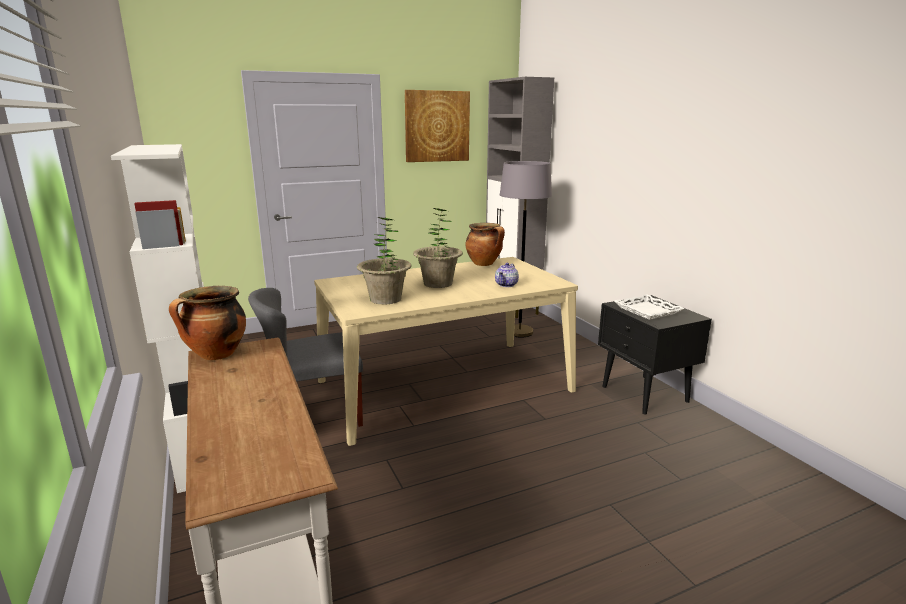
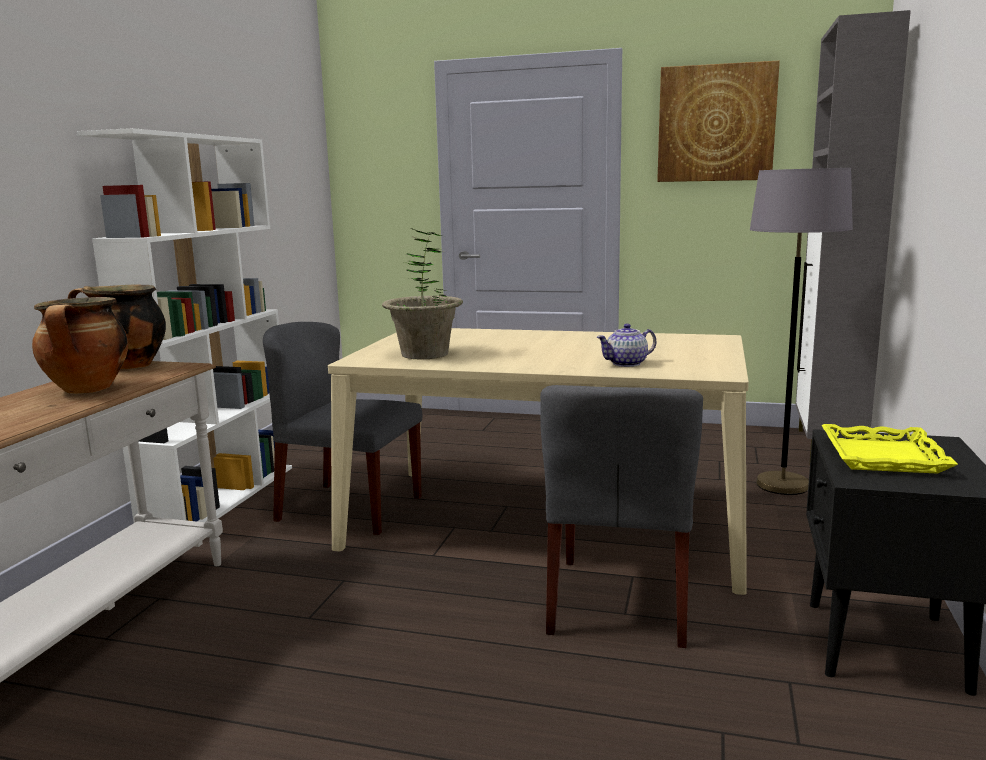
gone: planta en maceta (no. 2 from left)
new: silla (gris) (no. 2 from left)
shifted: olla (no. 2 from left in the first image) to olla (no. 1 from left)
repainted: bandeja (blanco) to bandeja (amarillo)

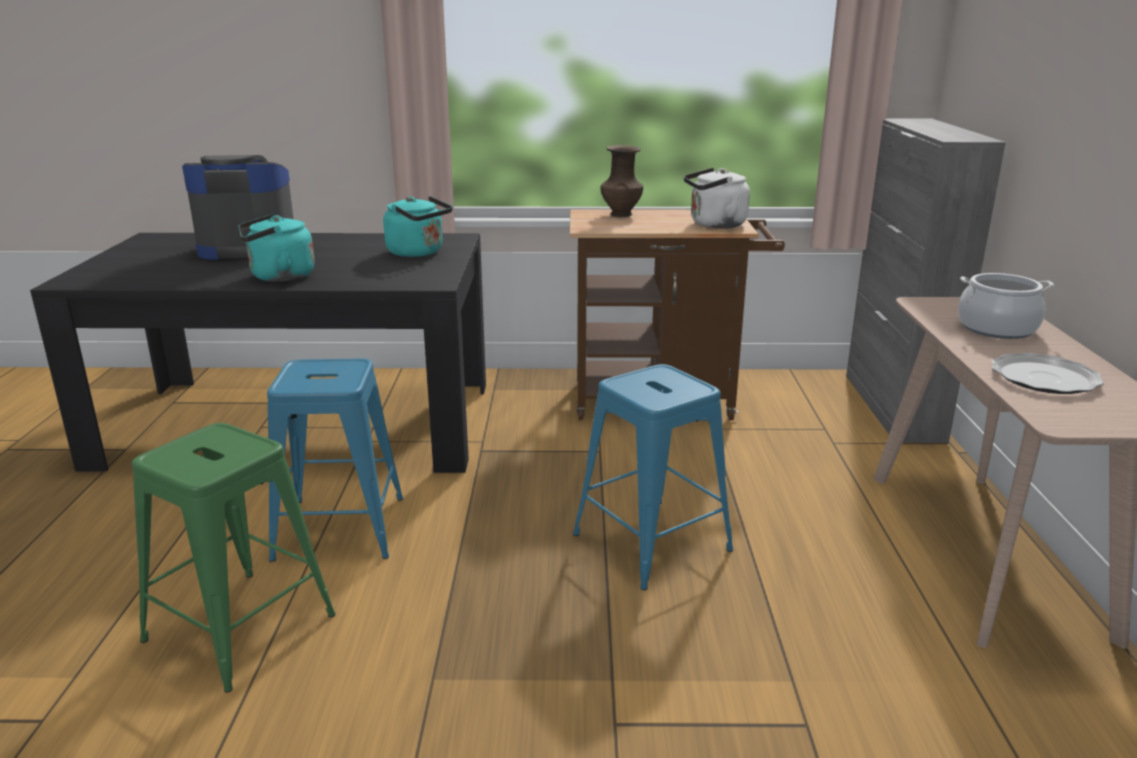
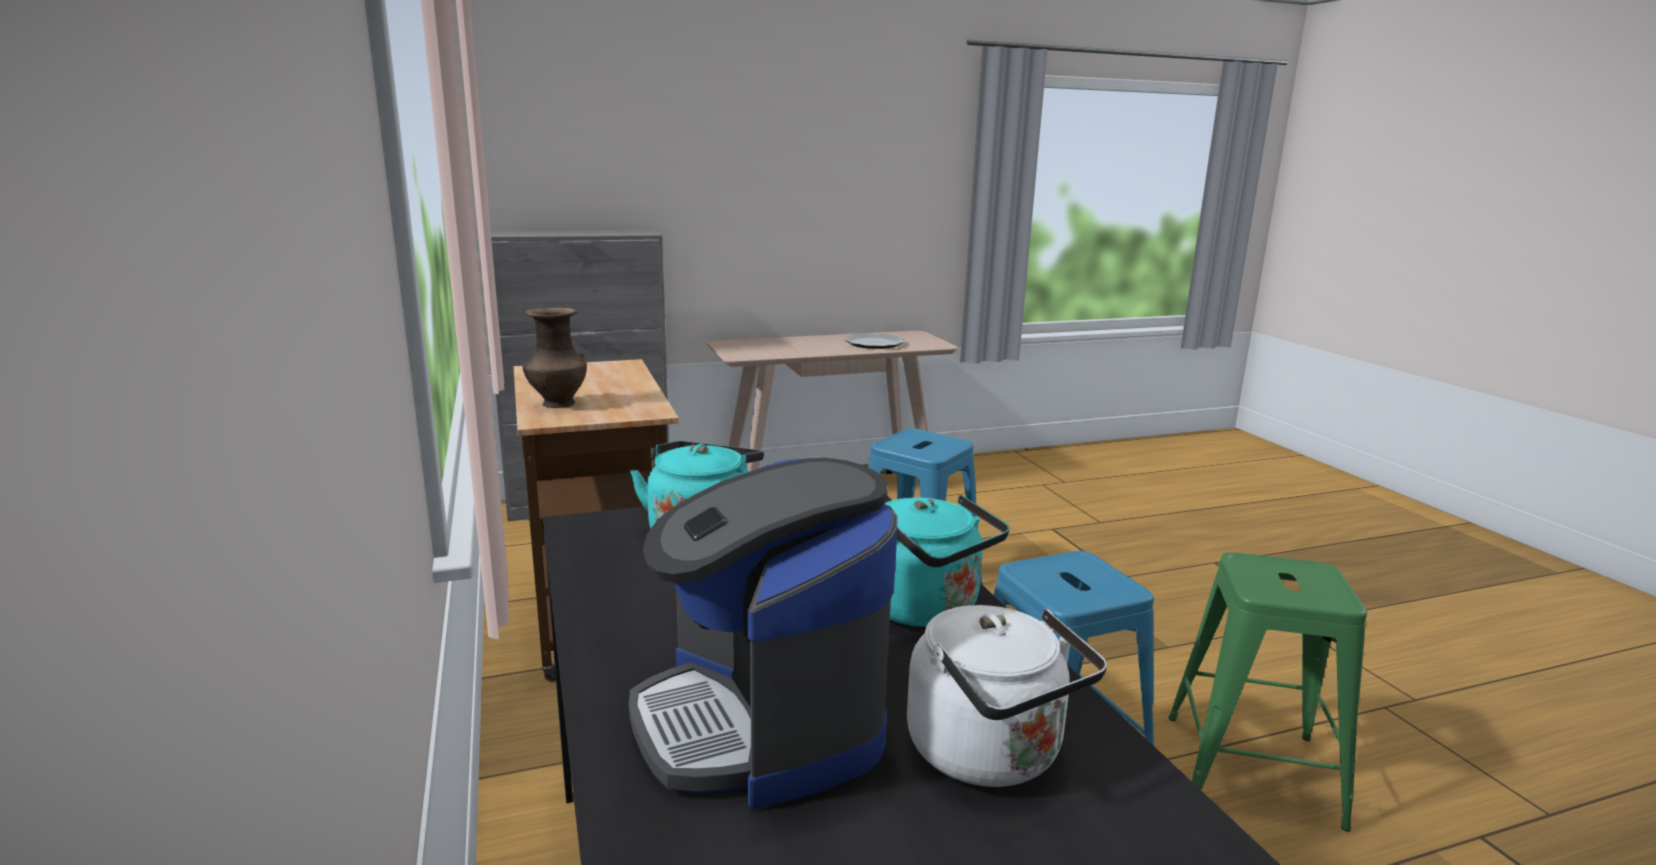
gone: olla
shifted: hervidor (blanco)

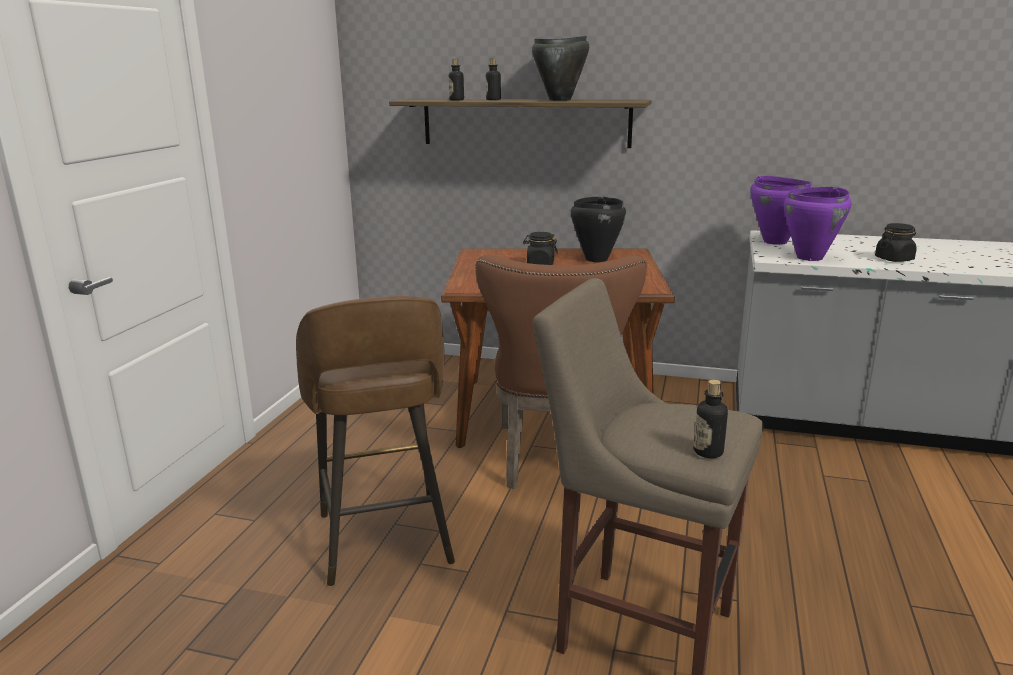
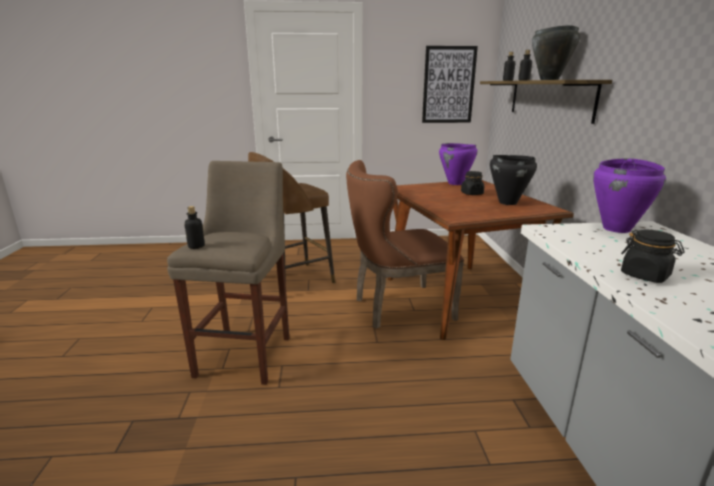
new: cuadro
shifted: olla (morado) (no. 2 from left in the first image) to olla (morado) (no. 1 from left)

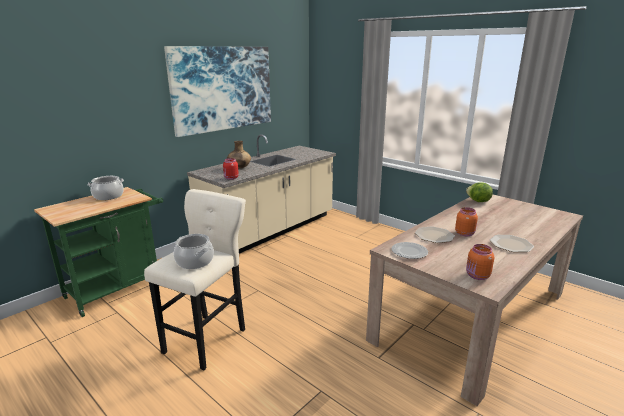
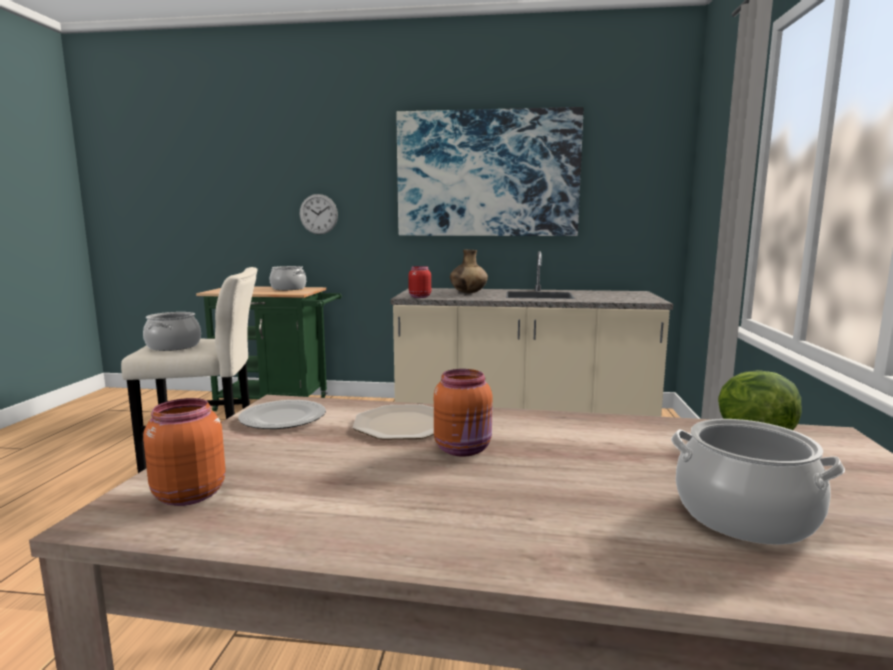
gone: plato (no. 3 from left)
new: reloj de pared; olla (no. 3 from left)

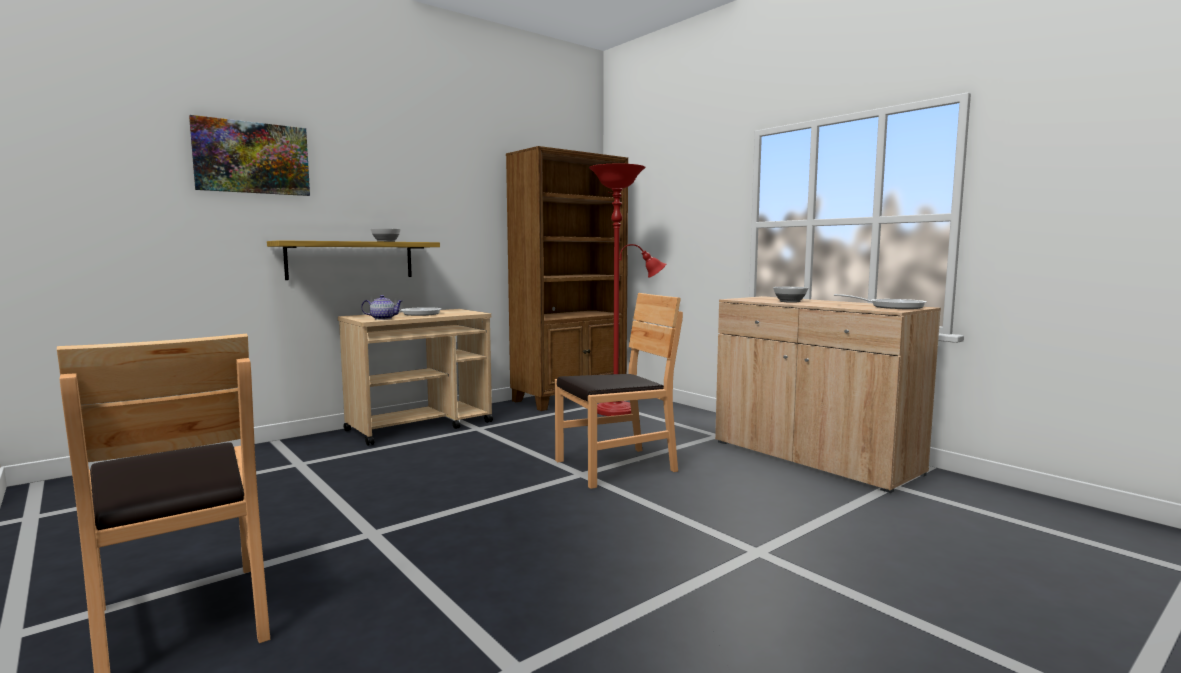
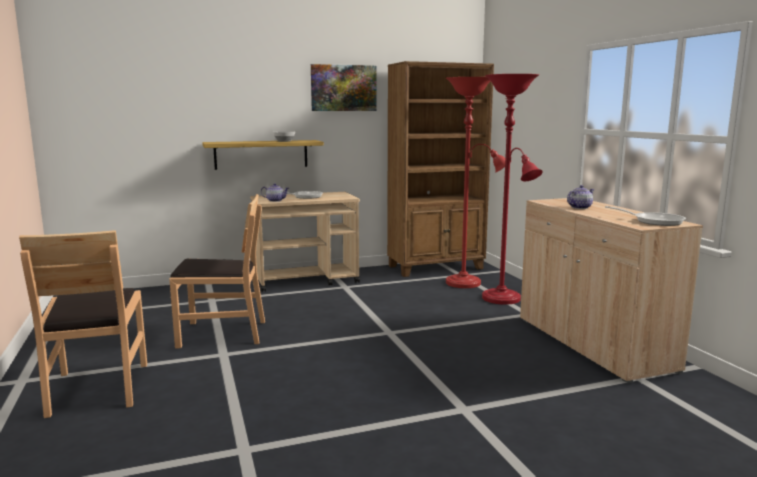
new: lámpara de pie (rojo) (no. 2 from left)
shifted: cuadro; silla (marrón) (no. 2 from left)
swapped: cuenco (no. 2 from left) to tetera (no. 2 from left)

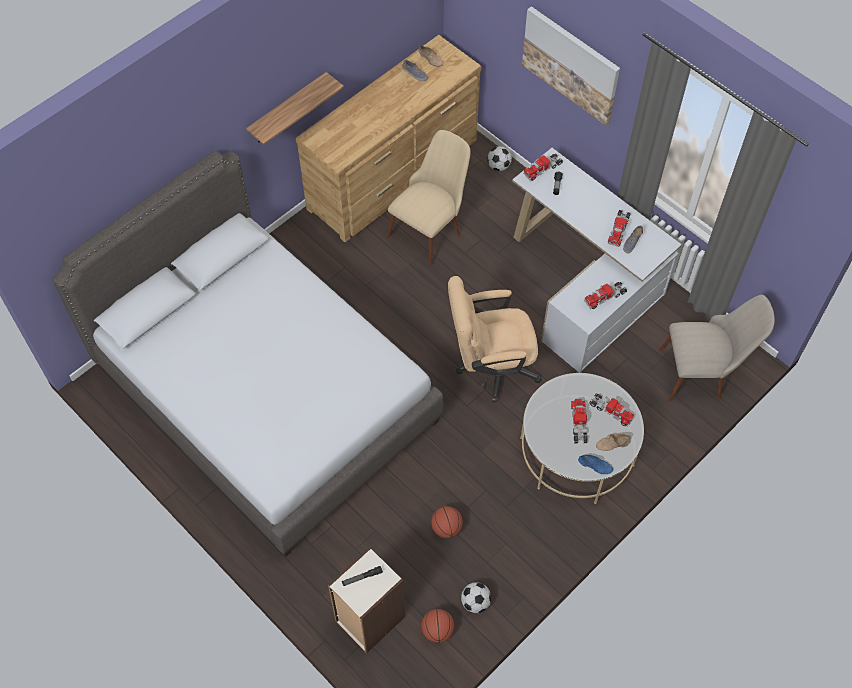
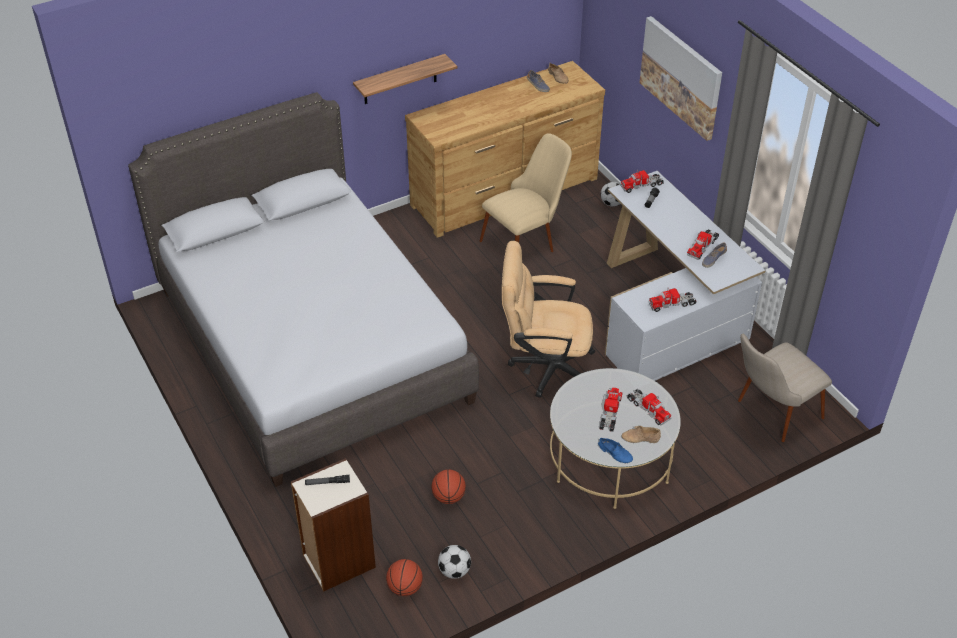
rotated: silla (beis) (no. 2 from left) 135 degrees clockwise

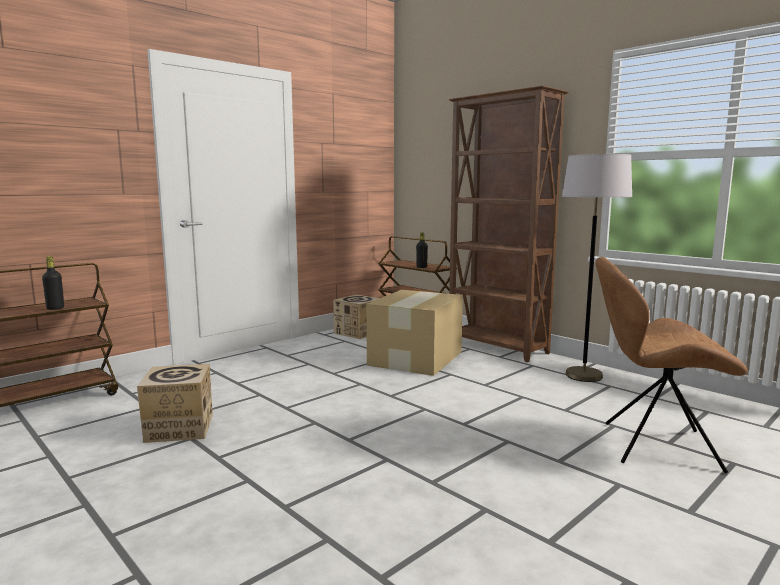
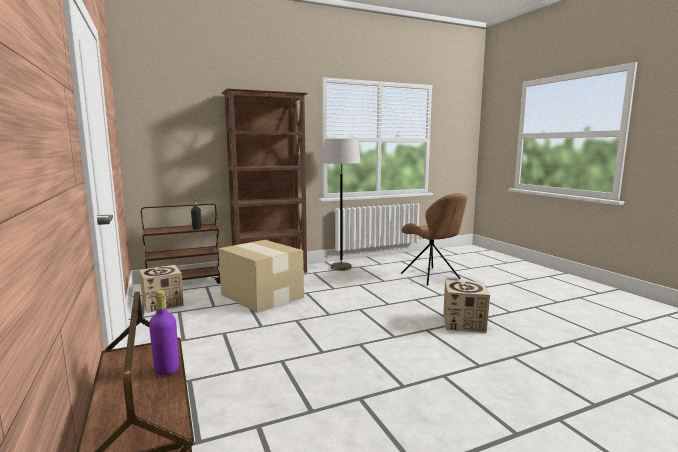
shifted: caja de cartón (no. 1 from left in the first image) to caja de cartón (no. 3 from left)
repainted: botella (negro) (no. 1 from left) to botella (morado)
rotated: silla (marrón) 60 degrees counterclockwise

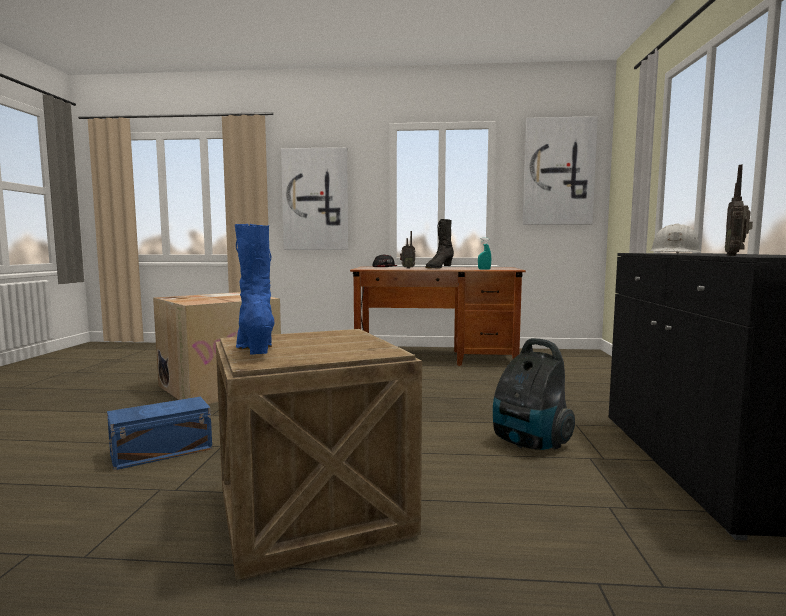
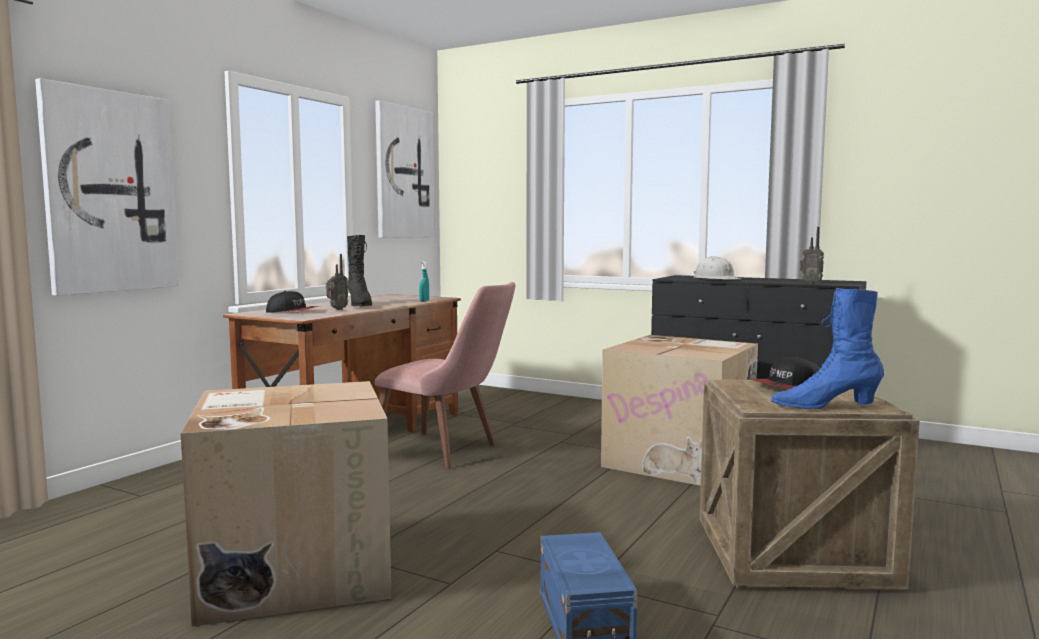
new: silla (rosa); gorra (no. 2 from left)
swapped: aspiradora to caja de cartón (no. 2 from left)

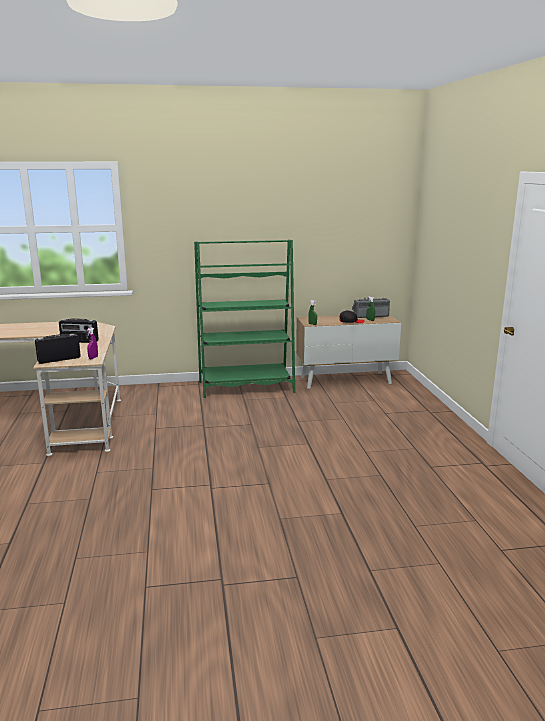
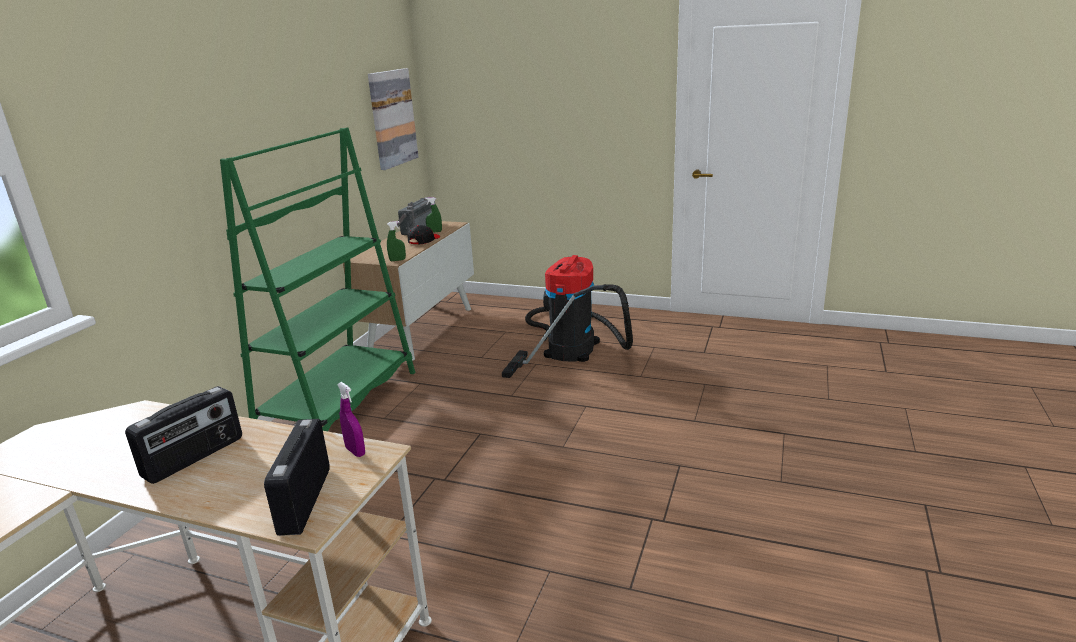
new: cuadro; aspiradora

